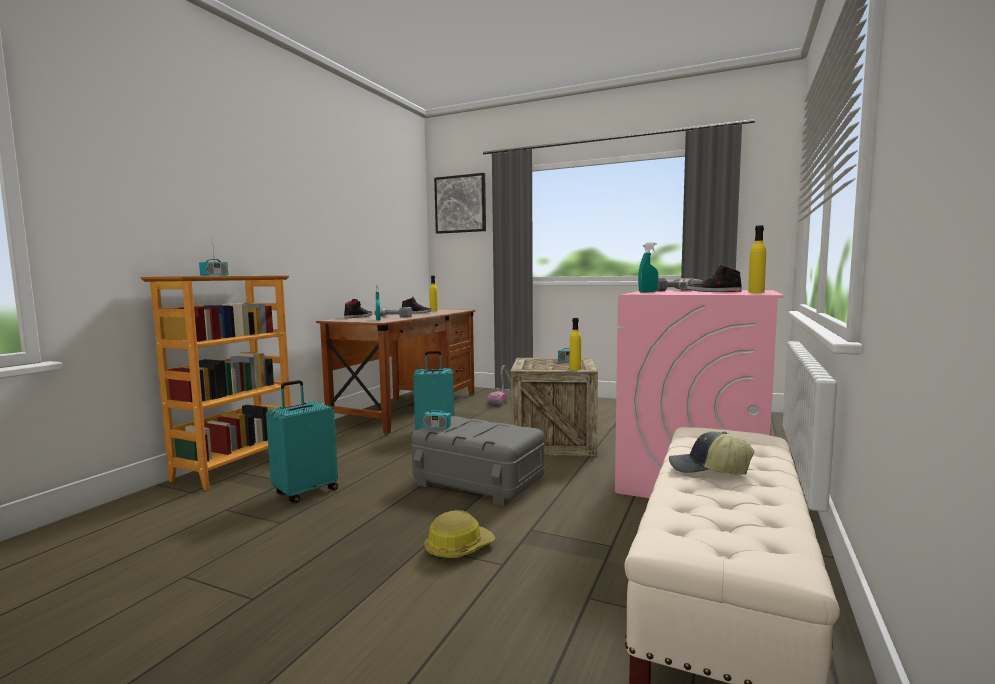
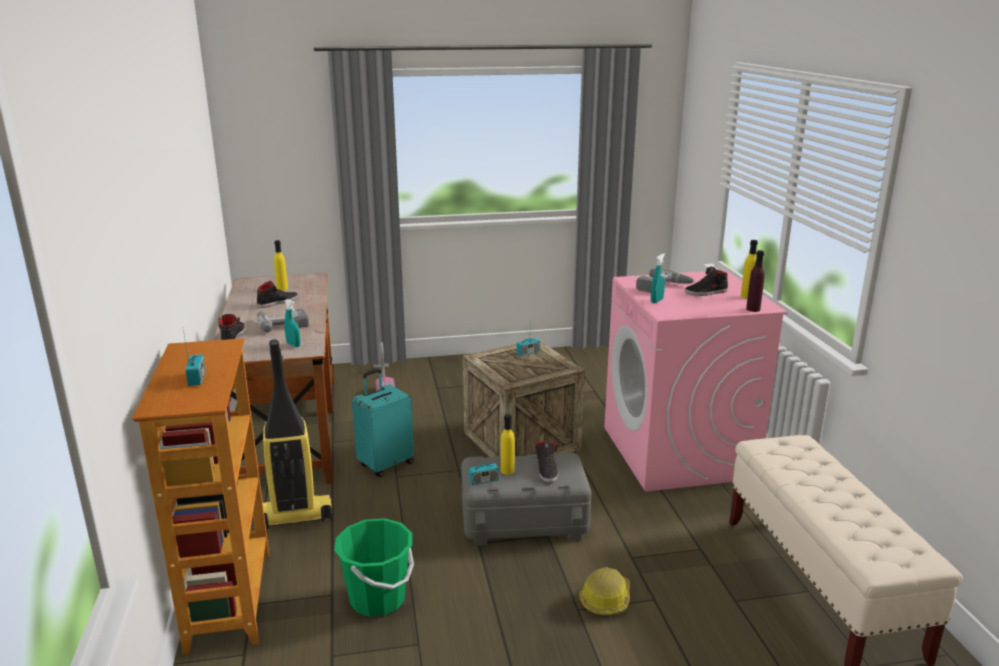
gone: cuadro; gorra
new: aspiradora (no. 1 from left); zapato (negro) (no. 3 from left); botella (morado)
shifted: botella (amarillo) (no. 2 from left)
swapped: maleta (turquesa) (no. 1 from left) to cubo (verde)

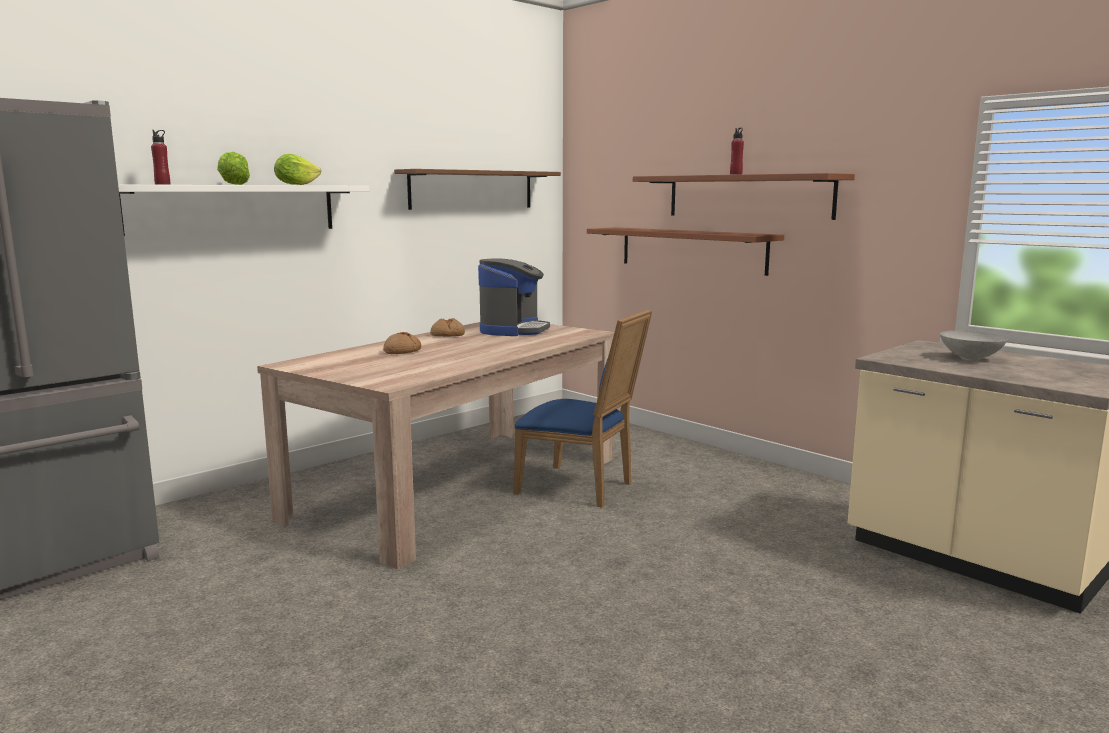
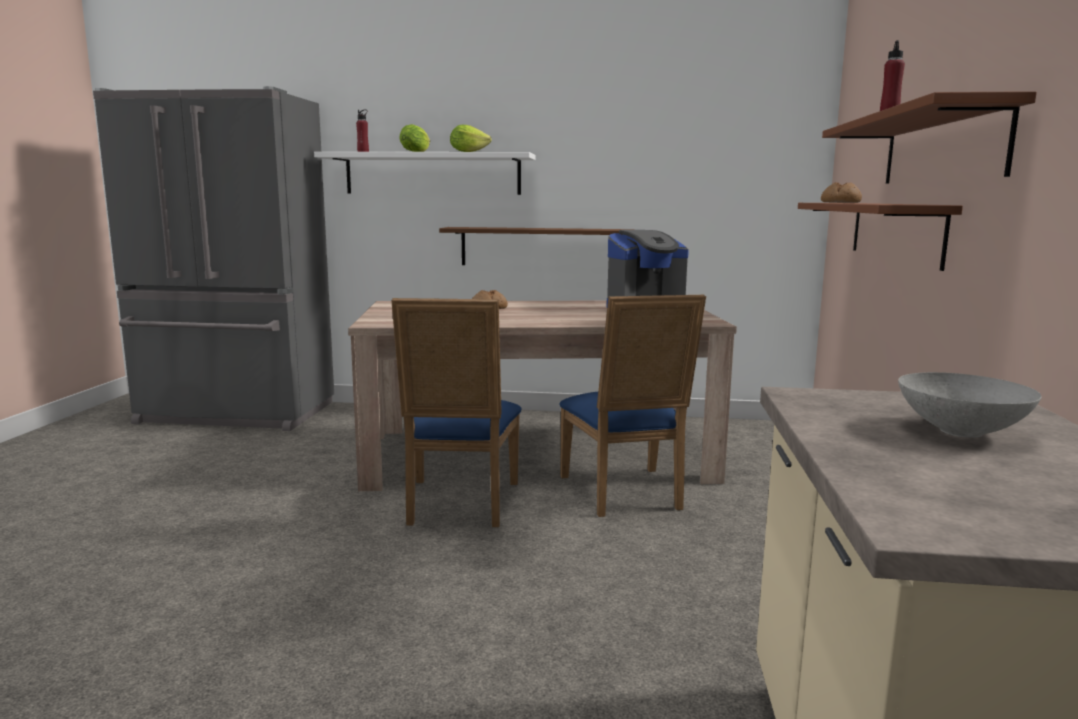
new: silla (azul) (no. 1 from left)
shifted: estante (marrón) (no. 1 from left); pan (no. 2 from left)

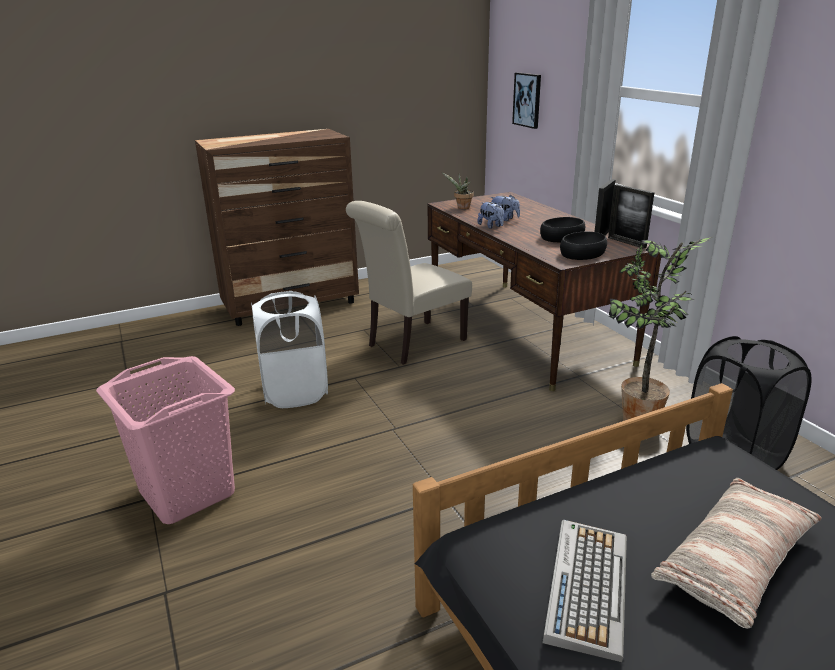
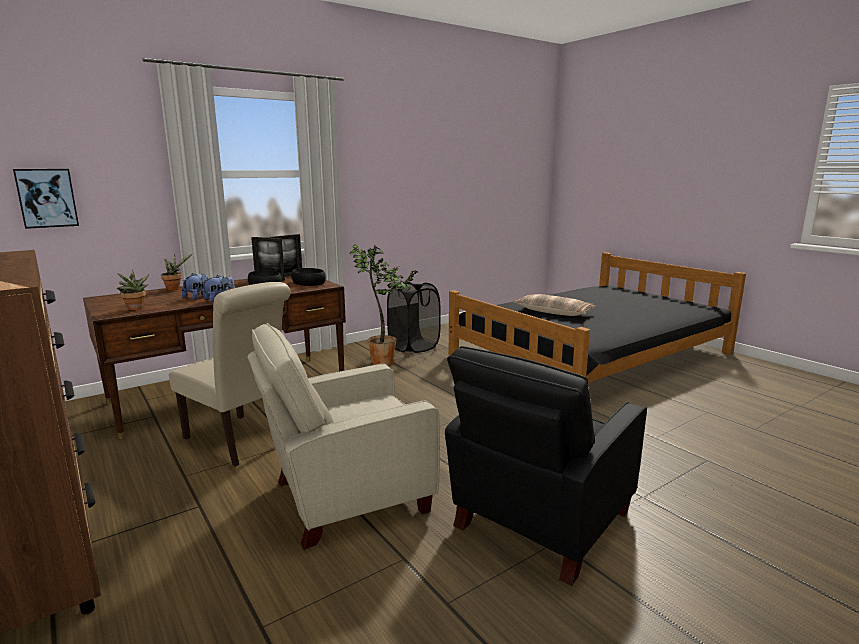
gone: teclado
new: planta en maceta (no. 2 from left)
swapped: cesto de la ropa (rosa) to sillón (negro); cesto de la ropa (blanco) to sillón (beis)

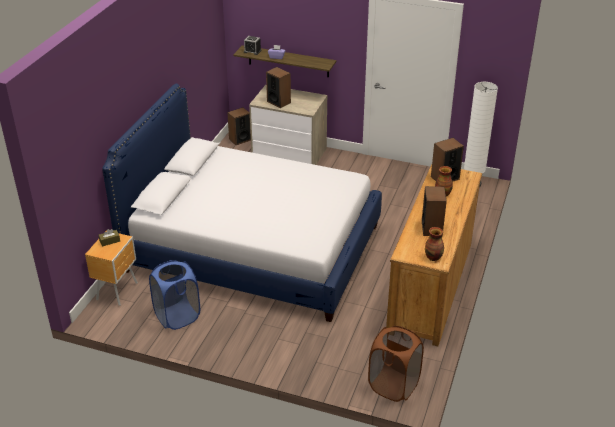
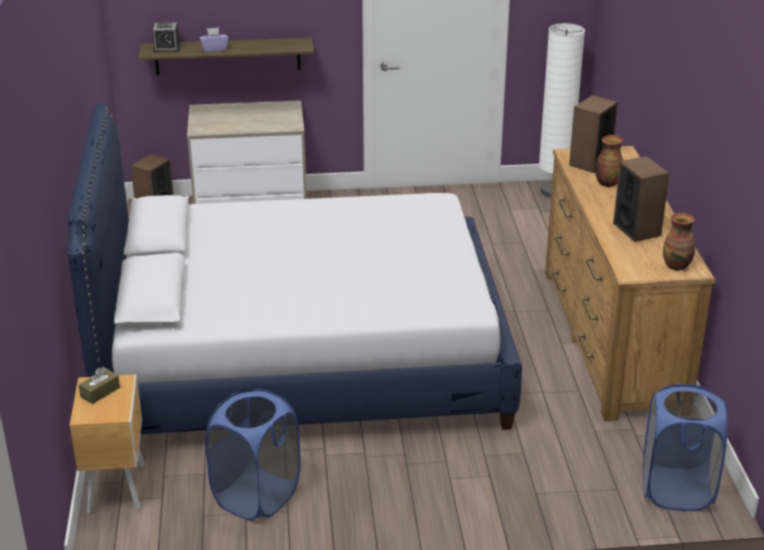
gone: altavoz (no. 2 from left)
repainted: cesto de la ropa (marrón) to cesto de la ropa (azul) (no. 2 from left)

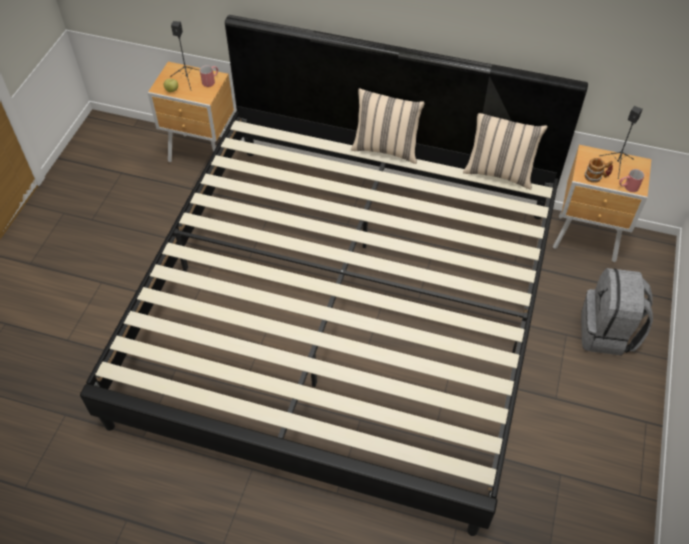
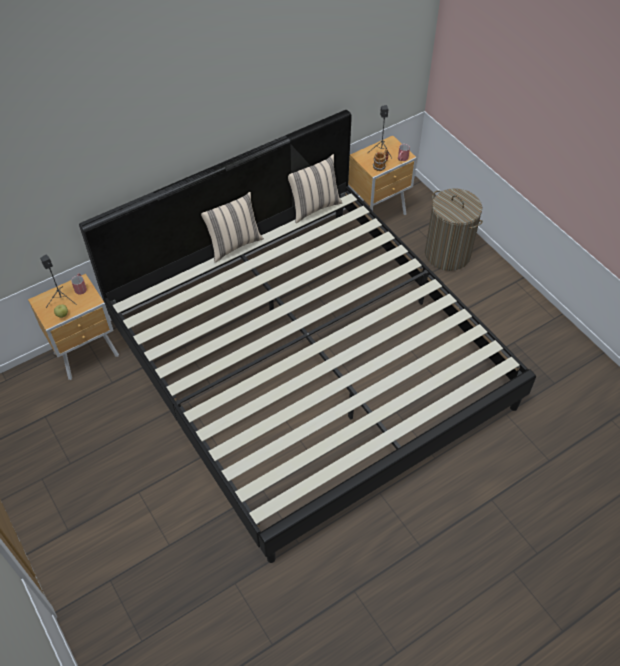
swapped: mochila (gris) to cesto de la ropa

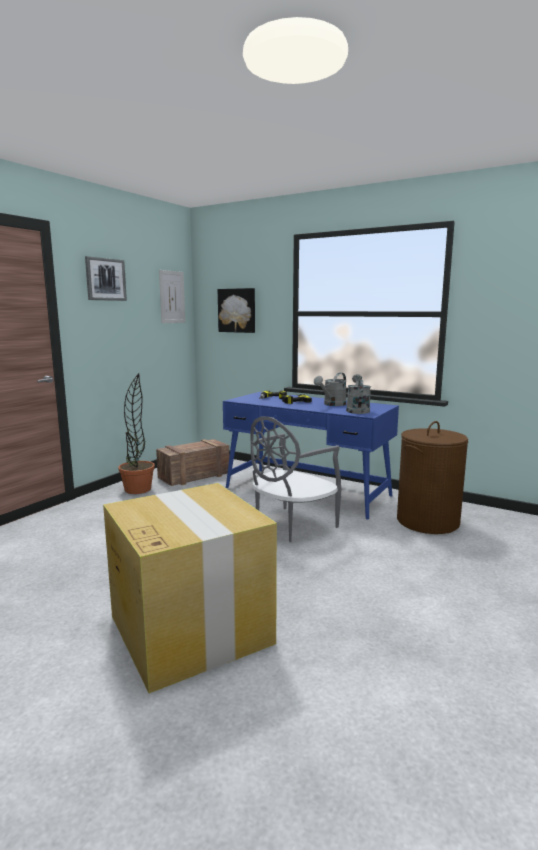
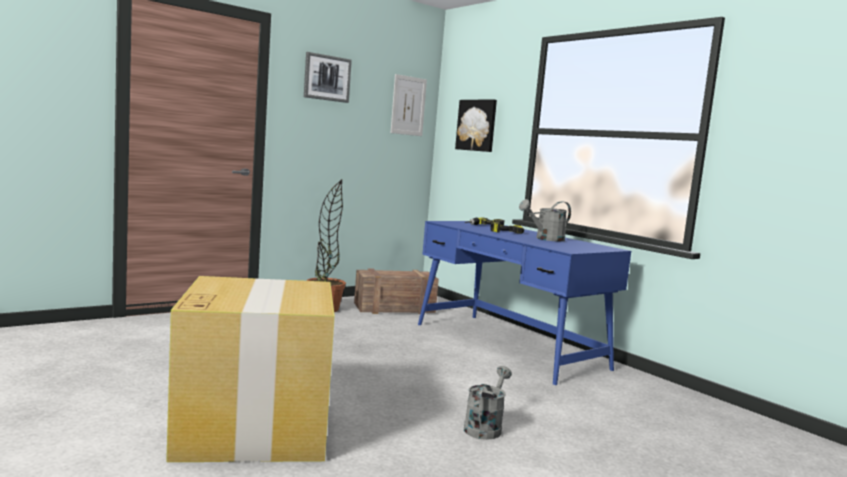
gone: silla (gris); cesto de la ropa (marrón)
shifted: regadera (gris) (no. 2 from left in the first image) to regadera (gris) (no. 1 from left)

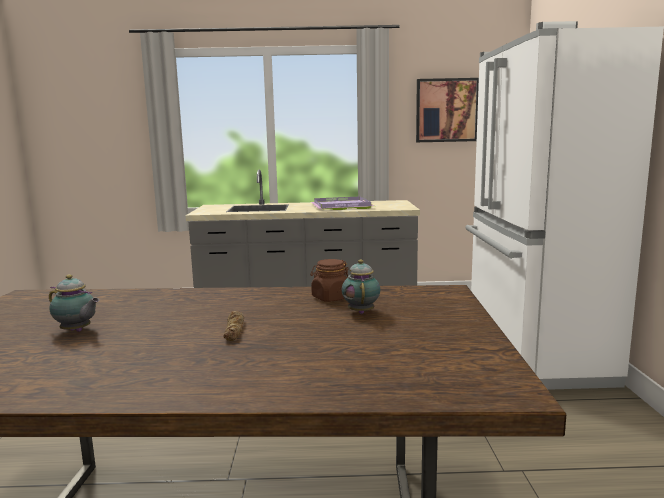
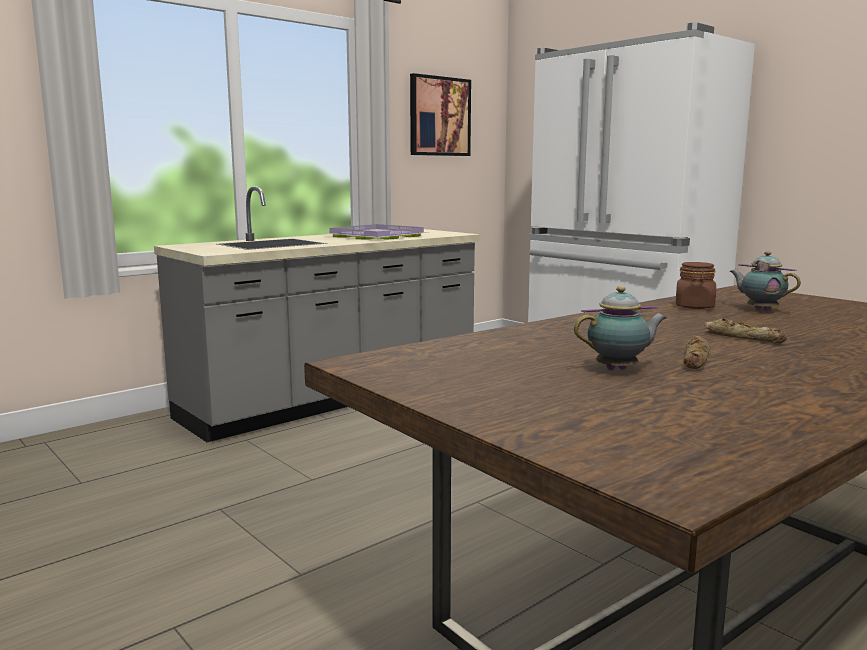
new: pan (no. 1 from left)

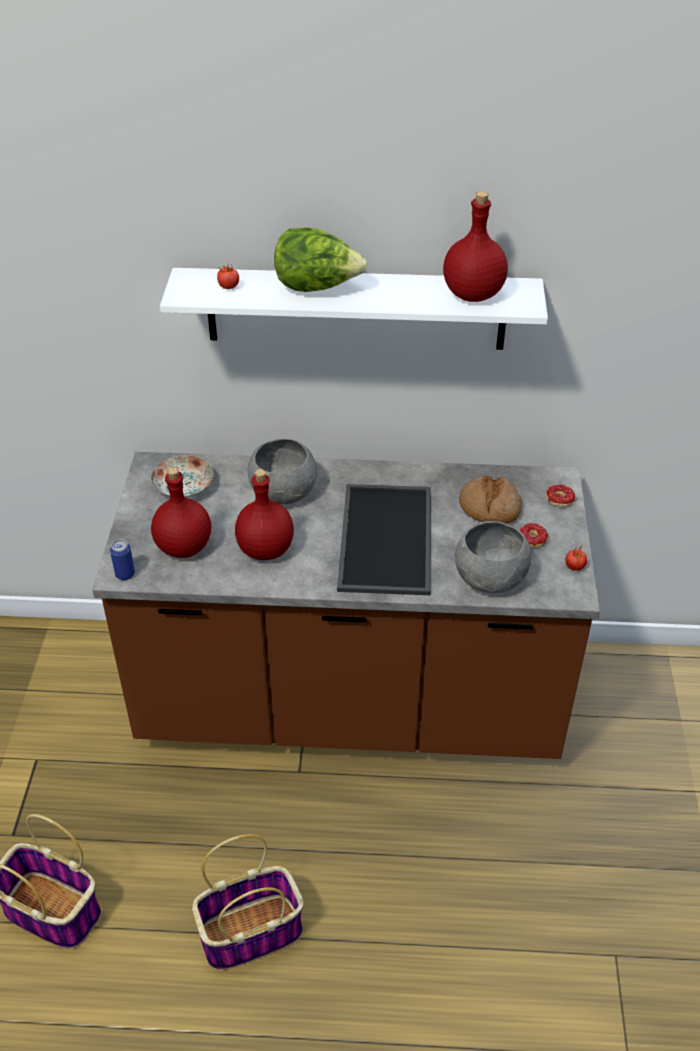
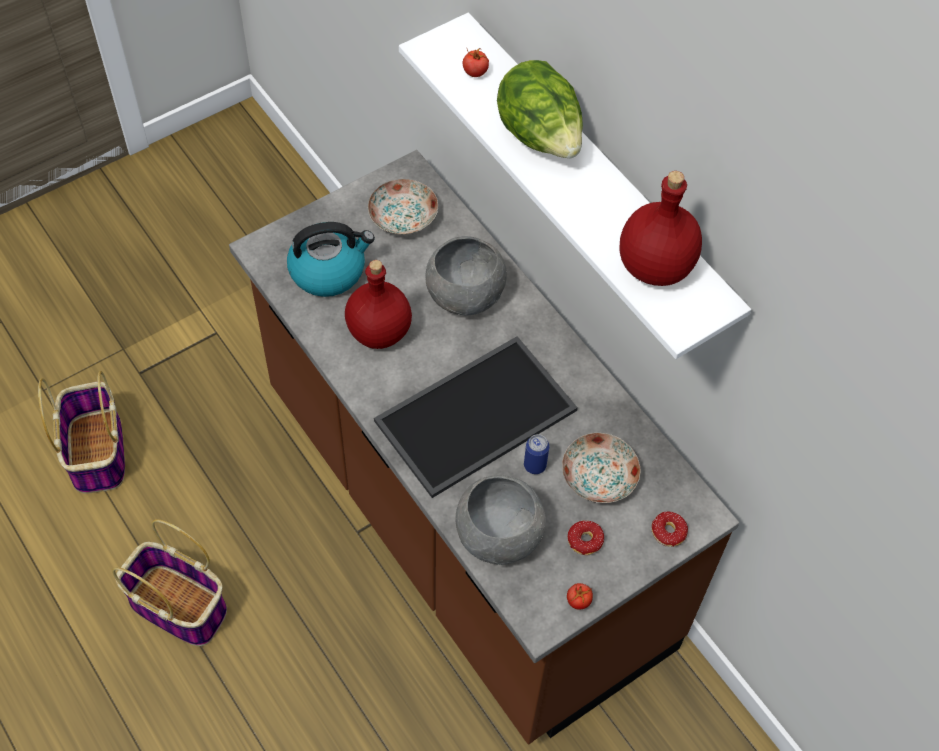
shifted: lata
swapped: botella (rojo) (no. 1 from left) to hervidor; pan to plato (no. 2 from left)

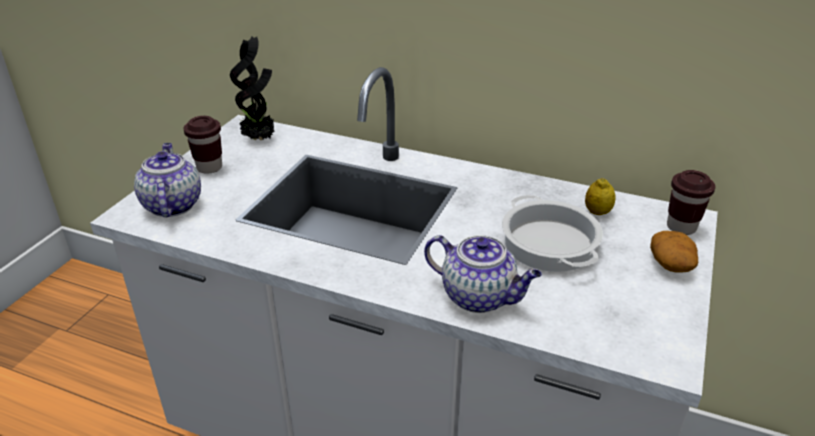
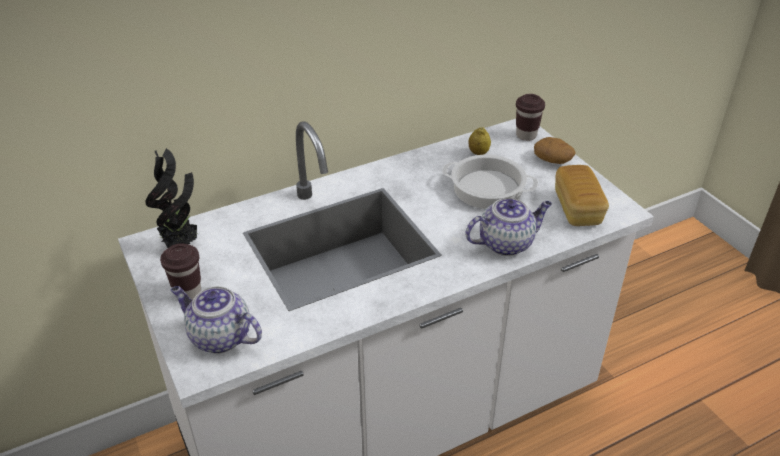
new: pan

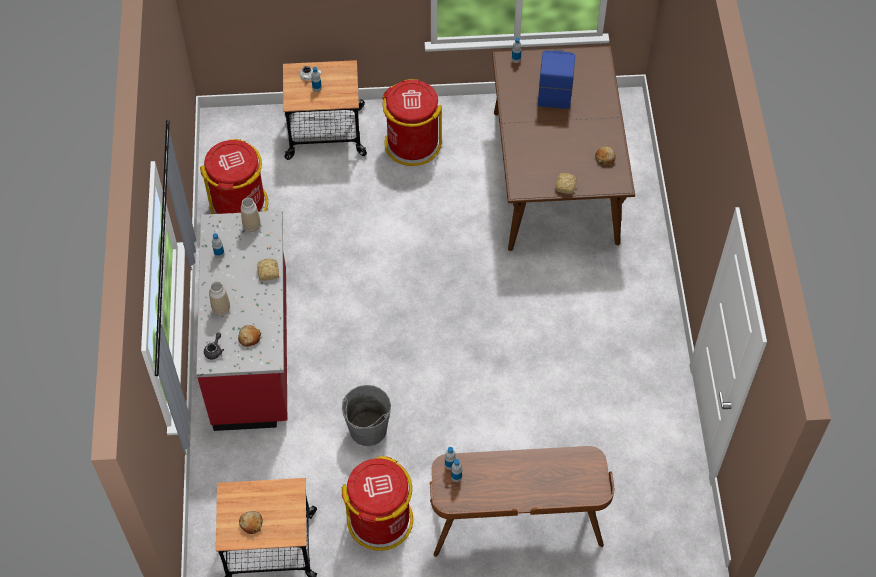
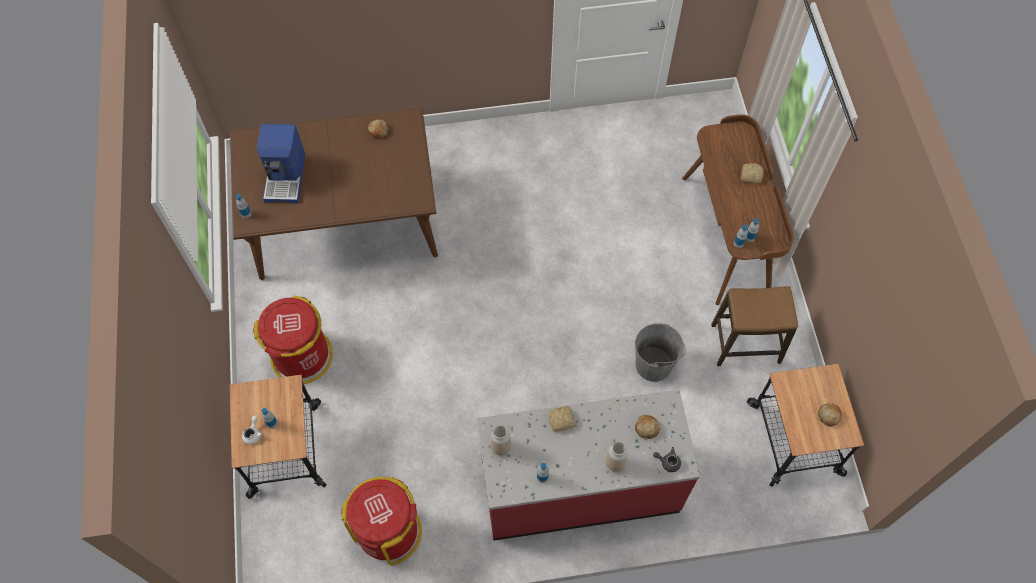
shifted: pan (no. 4 from left)
swapped: papelera (rojo) (no. 2 from left) to taburete
rotated: cafetera 90 degrees counterclockwise

